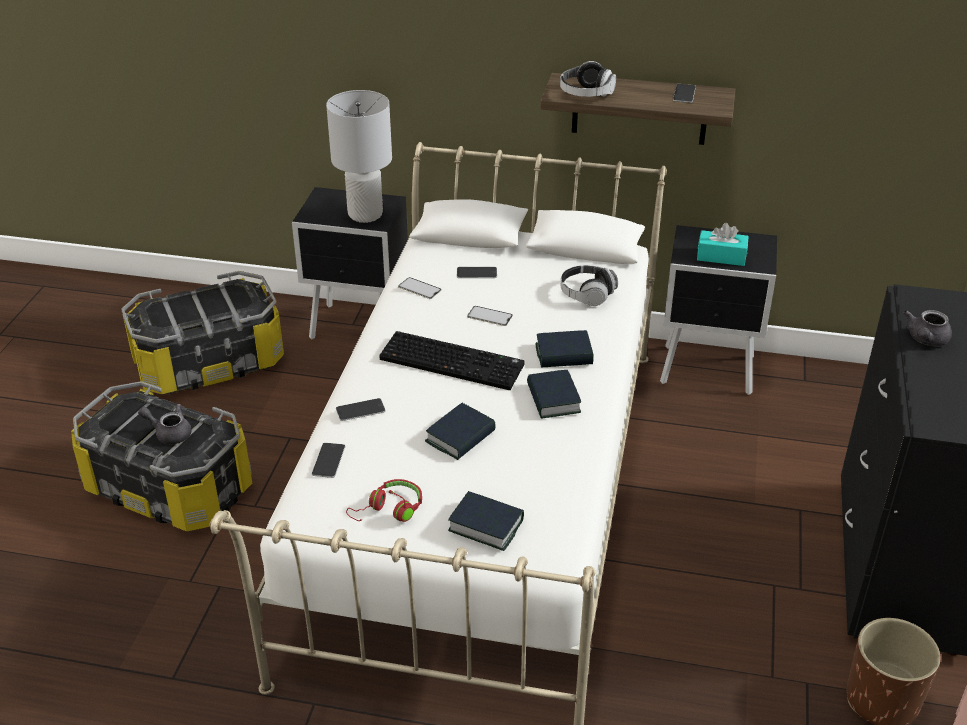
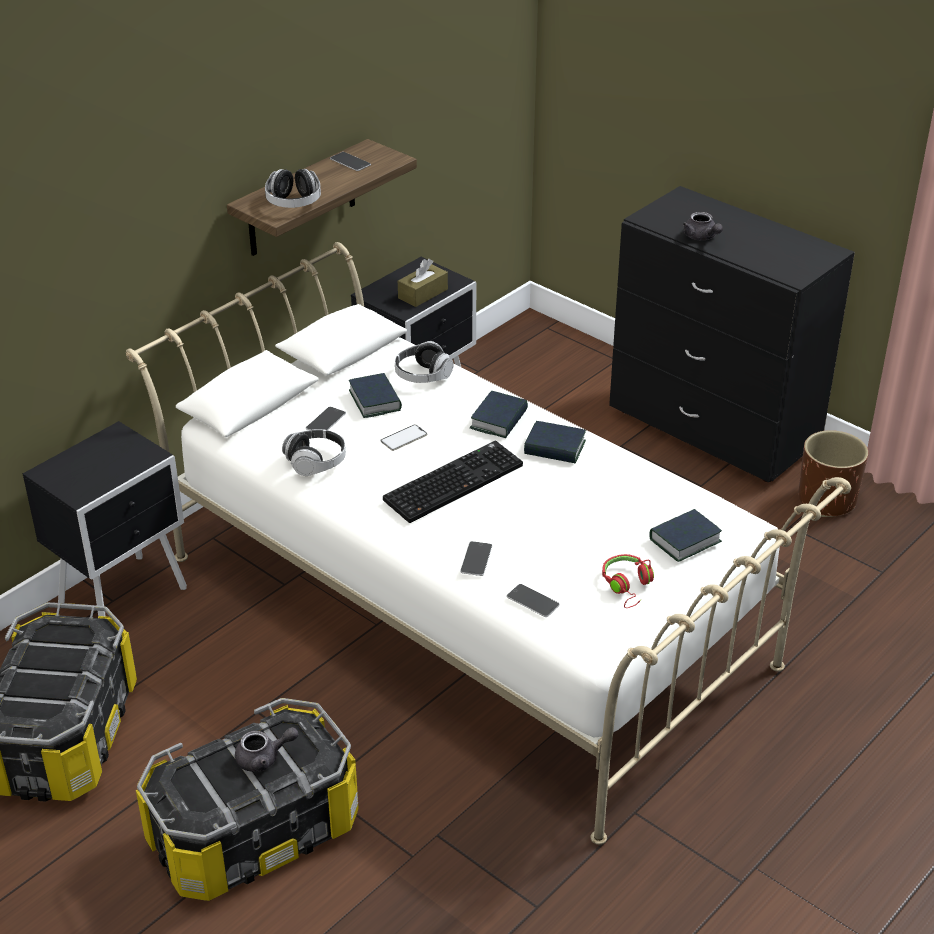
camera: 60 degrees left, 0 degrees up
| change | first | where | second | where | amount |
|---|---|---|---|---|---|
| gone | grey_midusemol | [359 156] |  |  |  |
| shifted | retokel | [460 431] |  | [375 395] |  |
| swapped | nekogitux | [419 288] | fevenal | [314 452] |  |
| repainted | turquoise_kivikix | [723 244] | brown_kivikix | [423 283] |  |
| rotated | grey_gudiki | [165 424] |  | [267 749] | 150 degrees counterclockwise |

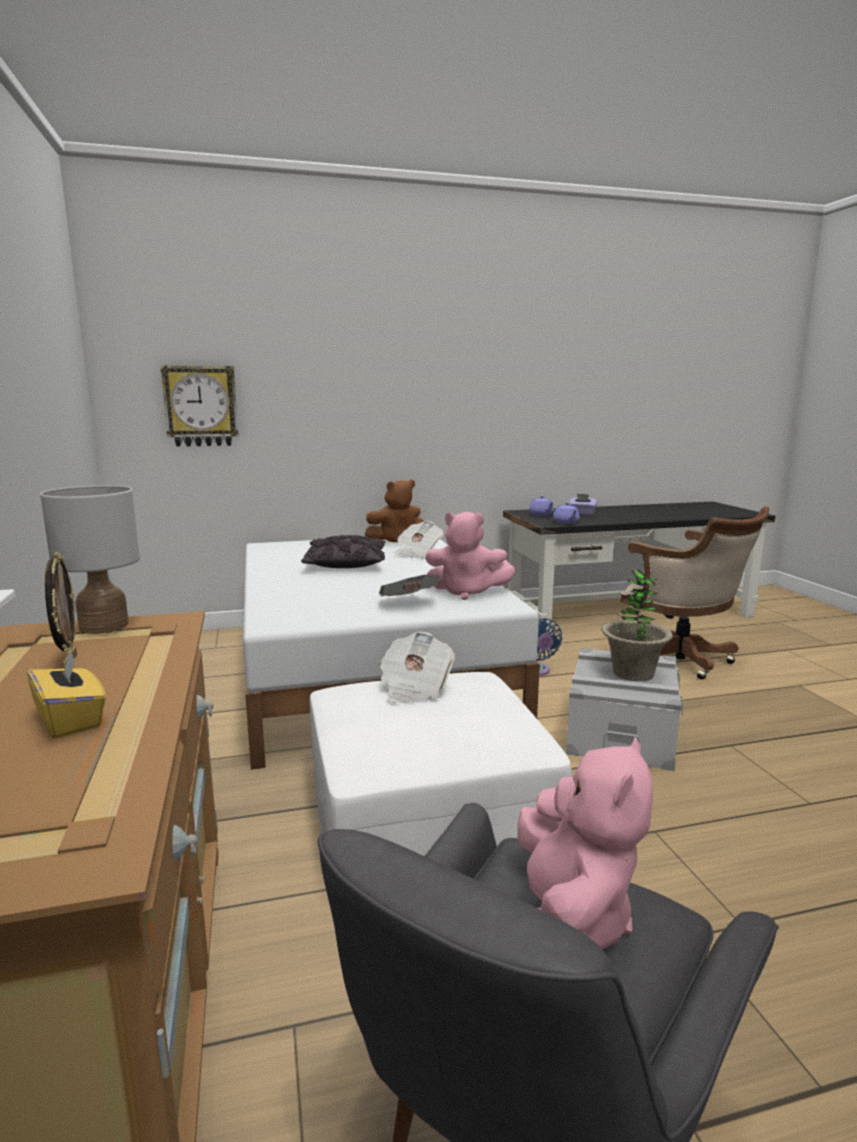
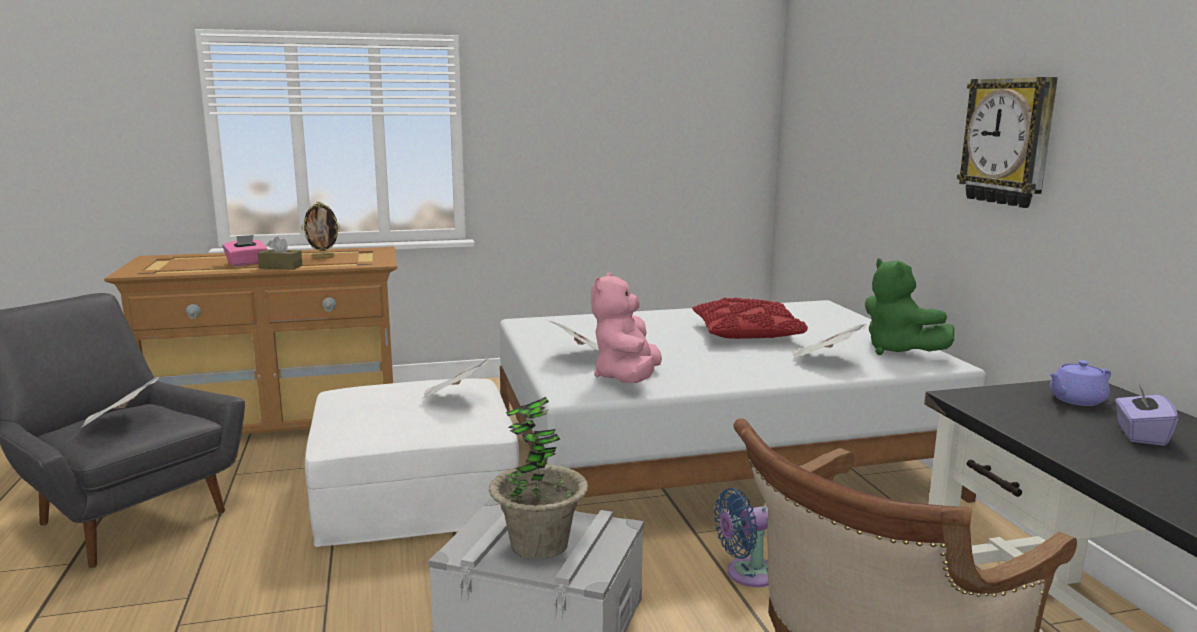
camera: 90 degrees right, 0 degrees up
| change | first | where | second | where | amount |
|---|---|---|---|---|---|
| gone | grey_midusemol | [90 559] |  |  |  |
| gone | purple_gudiki | [566 513] |  |  |  |
| new |  |  | brown_kivikix | [280 253] |  |
| shifted | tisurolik | [200 406] |  | [1007 142] |  |
| swapped | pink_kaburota | [585 843] | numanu | [120 401] |  |
| repainted | yellow_kivikix | [66 694] | pink_kivikix | [245 250] |  |
| repainted | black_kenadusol | [343 551] | red_kenadusol | [750 318] |  |
| repainted | brown_kaburota | [394 511] | green_kaburota | [909 307] |  |

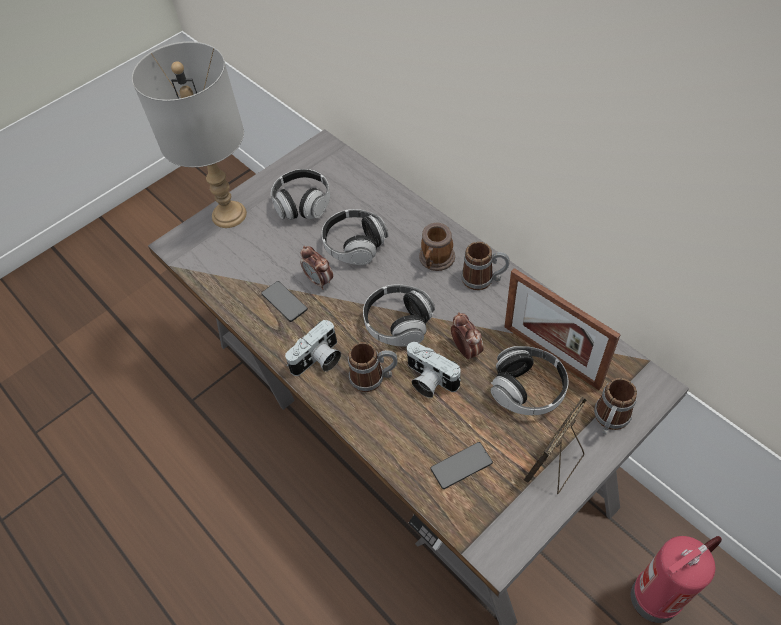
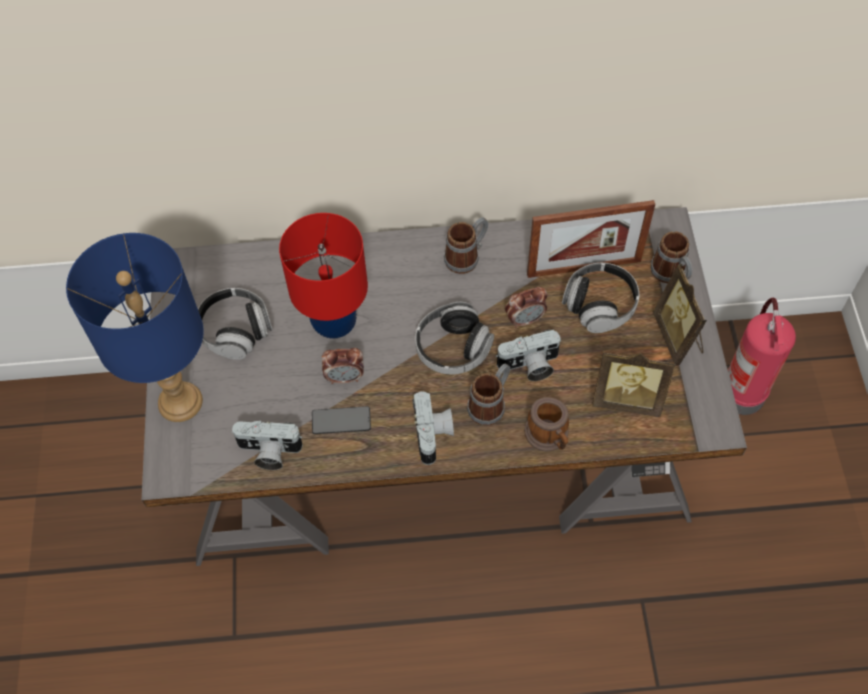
camera: 55 degrees left, 5 degrees up
| change | first | where | second | where | amount |
|---|---|---|---|---|---|
| new |  |  | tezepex | [267 445] |  |
| shifted | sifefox | [437 247] |  | [546 424] |  |
| swapped | fevenal | [355 237] | red_midusemol | [323 276] |  |
| swapped | nekogitux | [461 465] | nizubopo | [634 384] |  |
| repainted | grey_midusemol | [189 134] | blue_midusemol | [135 327] |  |
| rotated | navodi | [467 336] |  | [526 307] | 150 degrees clockwise |

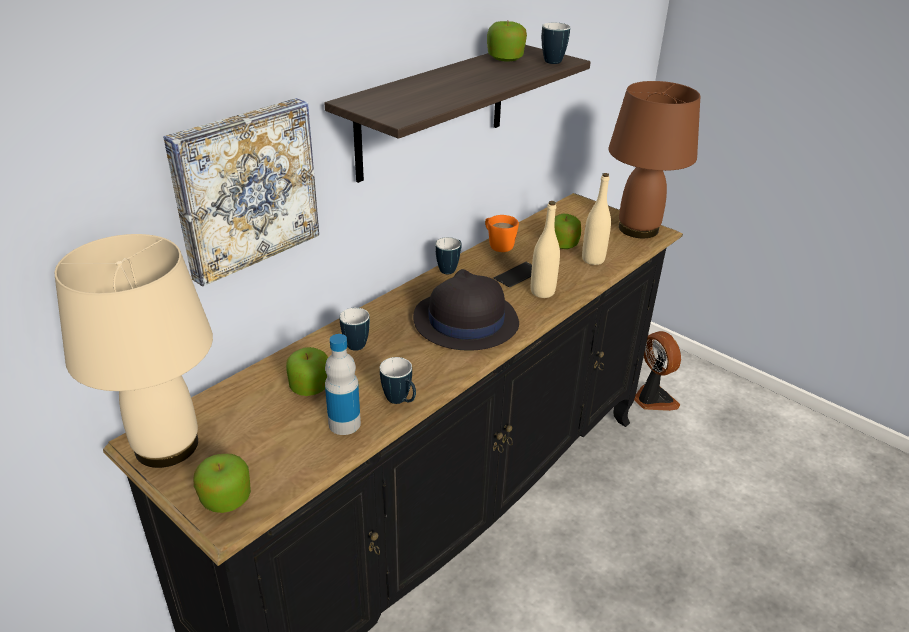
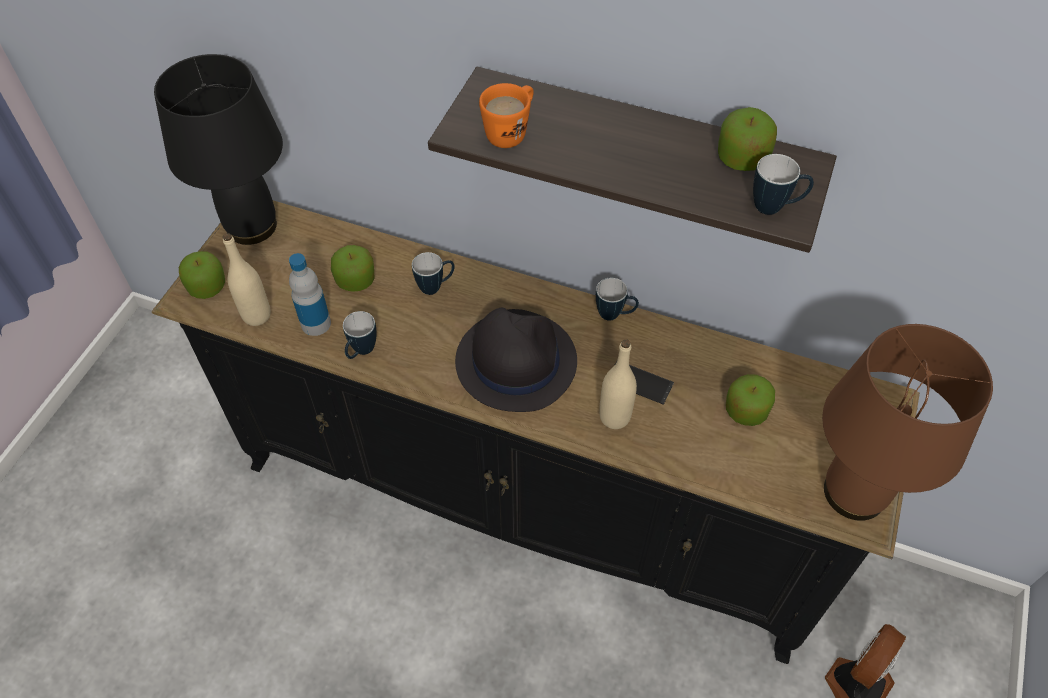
camera: 70 degrees right, 20 degrees up
| change | first | where | second | where | amount |
|---|---|---|---|---|---|
| gone | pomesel | [241 192] |  |  |  |
| shifted | orange_sifefox | [502 233] |  | [506 115] |  |
| shifted | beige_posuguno | [596 219] |  | [247 279] |  |
| repainted | beige_midusemol | [134 351] | black_midusemol | [218 149] |  |

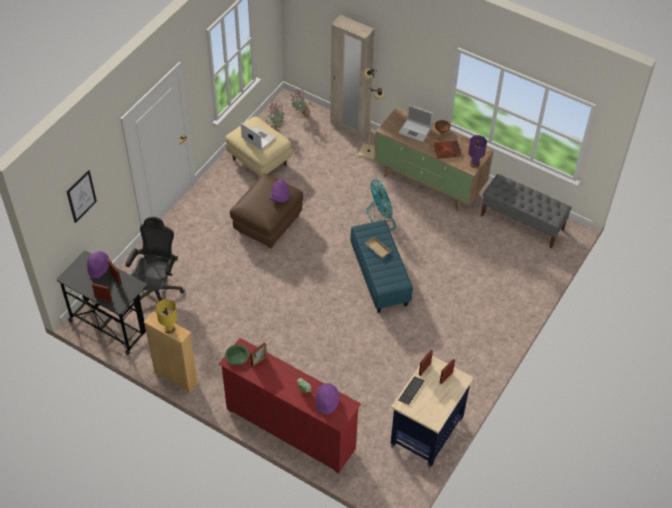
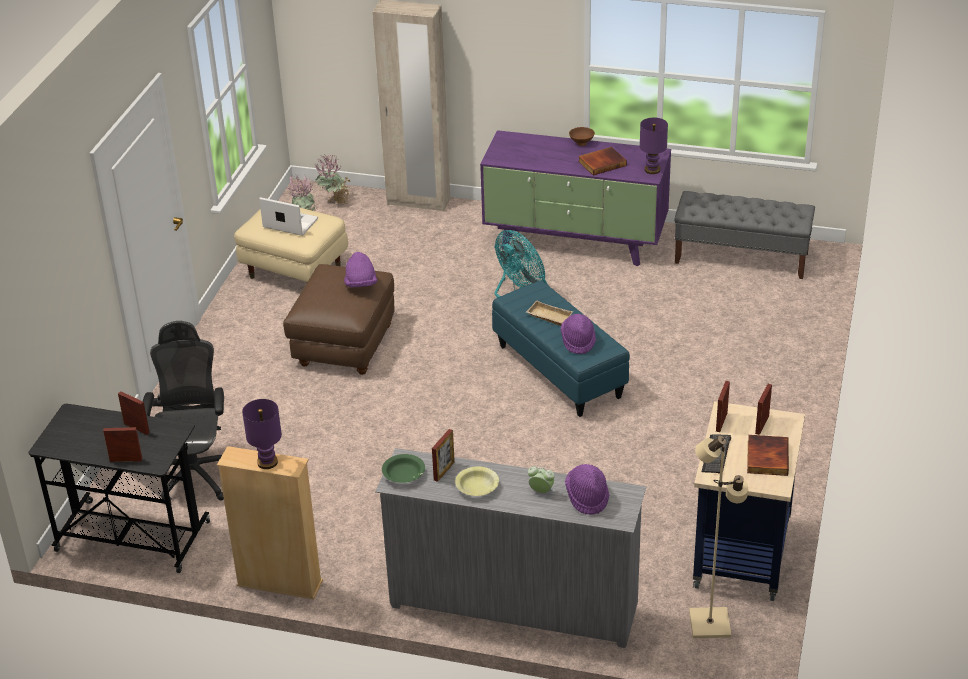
camera: 15 degrees left, 15 degrees down
| change | first | where | second | where | amount |
|---|---|---|---|---|---|
| gone | pomesel | [81 196] |  |  |  |
| gone | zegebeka | [415 123] |  |  |  |
| new |  |  | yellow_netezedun | [477 481] |  |
| new |  |  | retokel | [768 455] |  |
| shifted | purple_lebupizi | [98 265] |  | [578 334] |  |
| shifted | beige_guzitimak | [371 114] |  | [719 537] |  |
| repainted | yellow_midusemol | [166 316] | purple_midusemol | [262 434] |  |
| repainted | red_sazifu | [290 405] | grey_sazifu | [510 548] |  |
| repainted | green_sazifu | [434 159] | purple_sazifu | [575 198] |  |

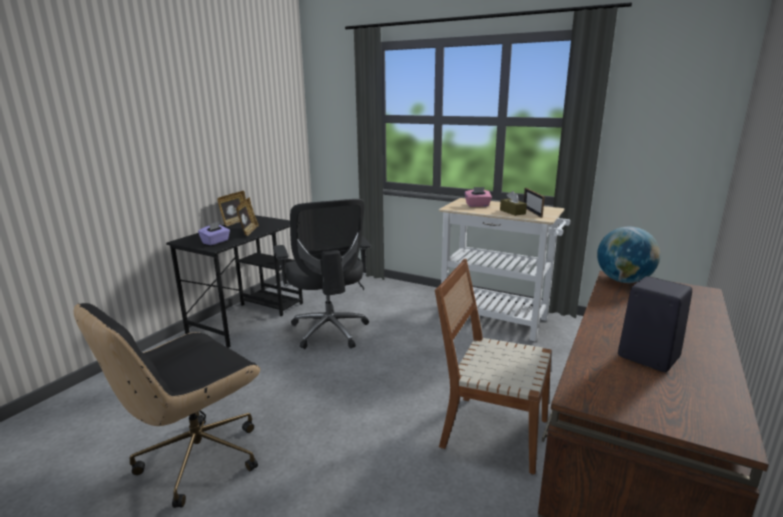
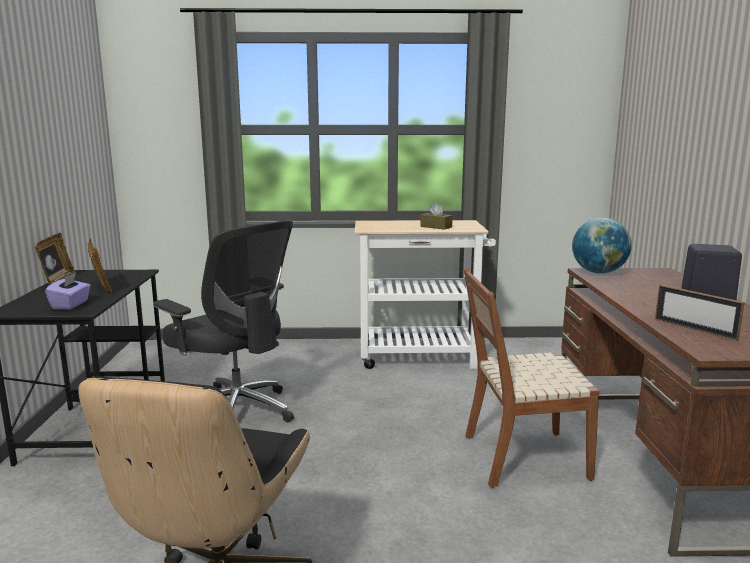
camera: 30 degrees left, 5 degrees down
| change | first | where | second | where | amount |
|---|---|---|---|---|---|
| gone | pink_kivikix | [478 197] |  |  |  |
| shifted | nizubopo | [534 203] |  | [700 313] |  |

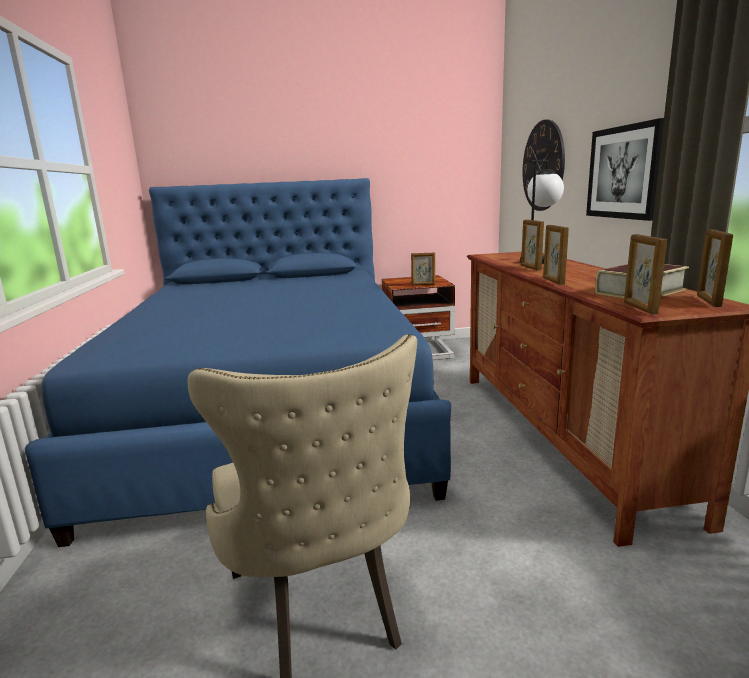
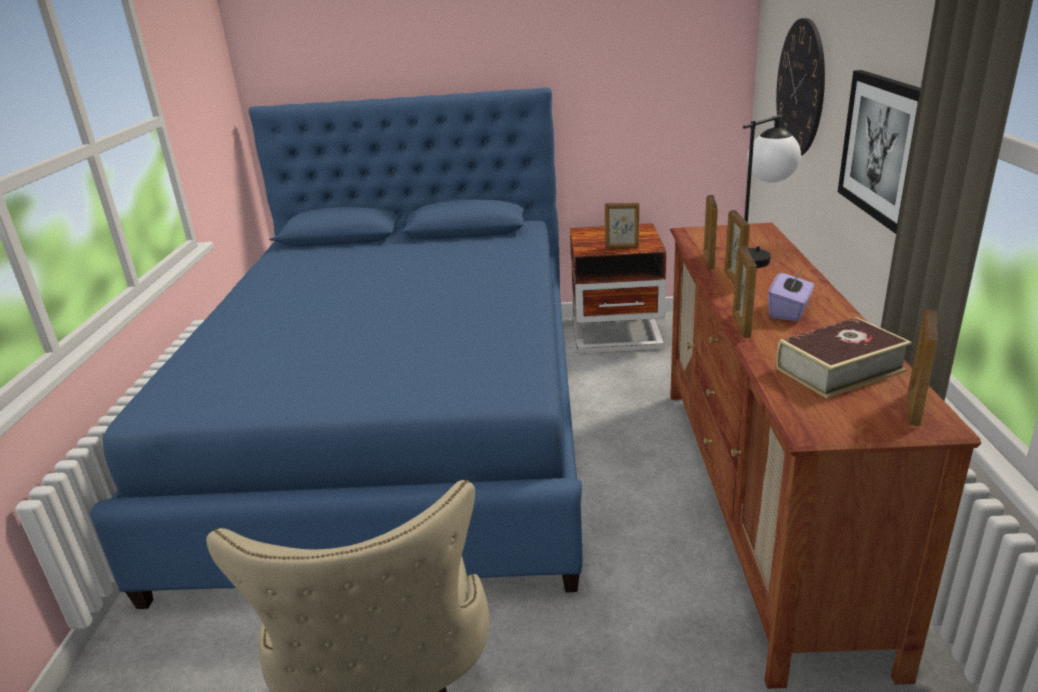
camera: 10 degrees right, 10 degrees up
| change | first | where | second | where | amount |
|---|---|---|---|---|---|
| new |  |  | purple_kivikix | [791 295] |  |
| shifted | nizubopo | [645 274] |  | [710 232] |  |

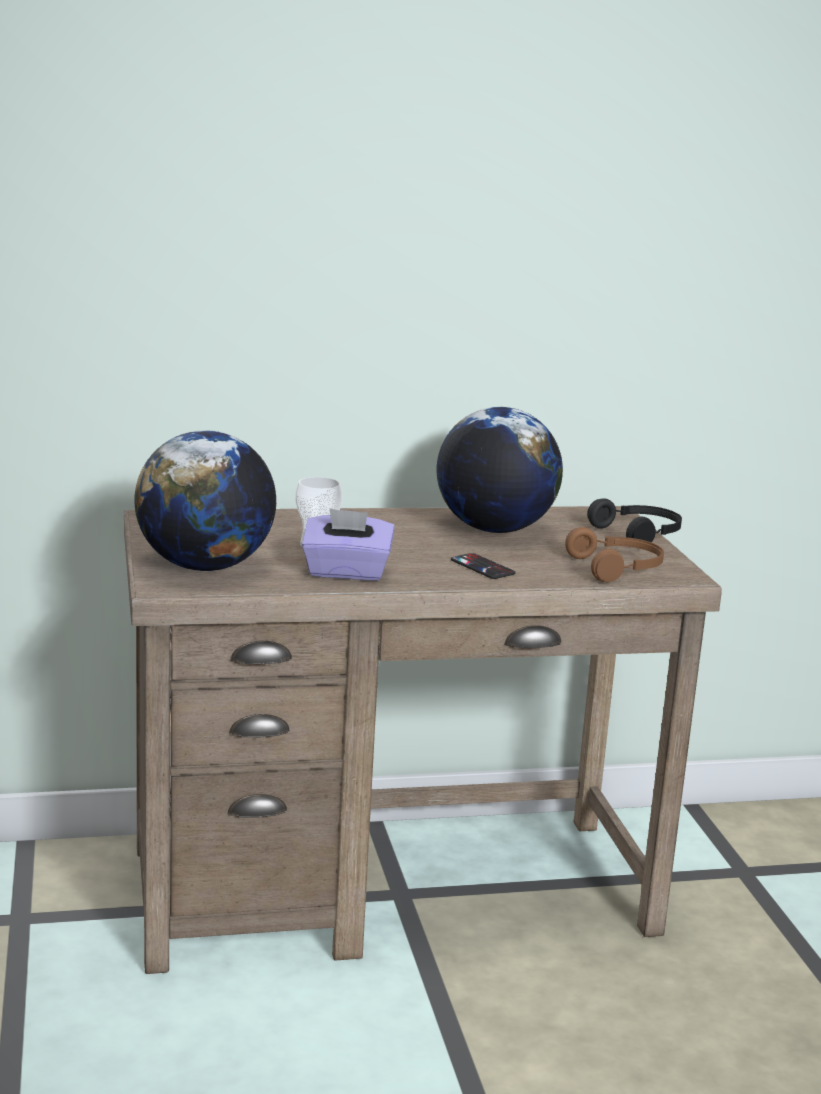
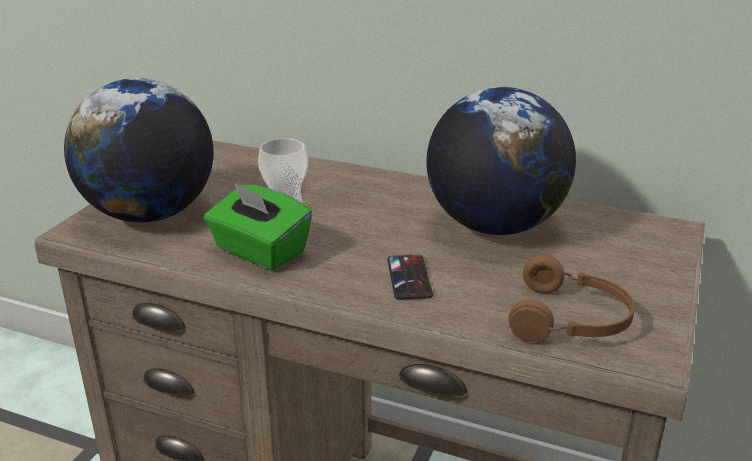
camera: 35 degrees right, 10 degrees up
| change | first | where | second | where | amount |
|---|---|---|---|---|---|
| gone | black_fevenal | [634 520] |  |  |  |
| repainted | purple_kivikix | [348 544] | green_kivikix | [258 226] |  |

